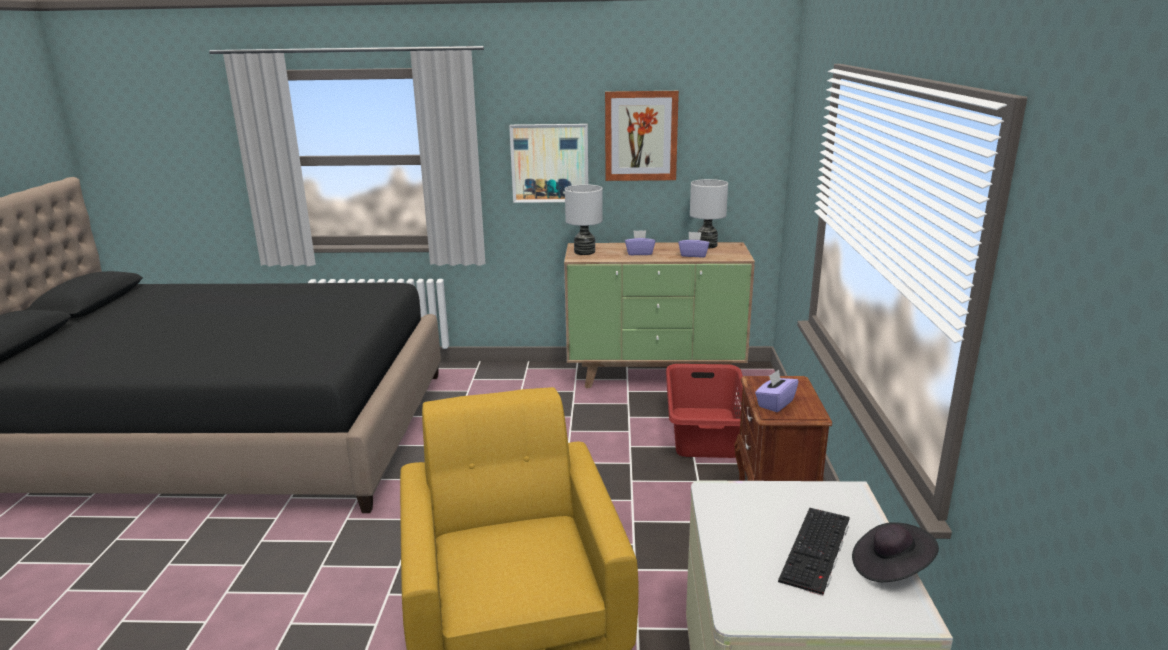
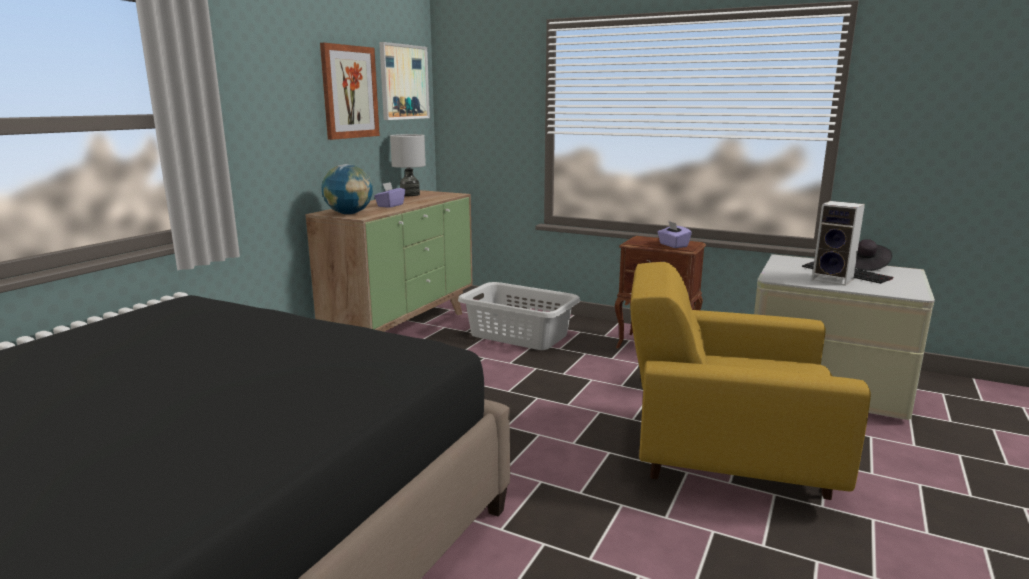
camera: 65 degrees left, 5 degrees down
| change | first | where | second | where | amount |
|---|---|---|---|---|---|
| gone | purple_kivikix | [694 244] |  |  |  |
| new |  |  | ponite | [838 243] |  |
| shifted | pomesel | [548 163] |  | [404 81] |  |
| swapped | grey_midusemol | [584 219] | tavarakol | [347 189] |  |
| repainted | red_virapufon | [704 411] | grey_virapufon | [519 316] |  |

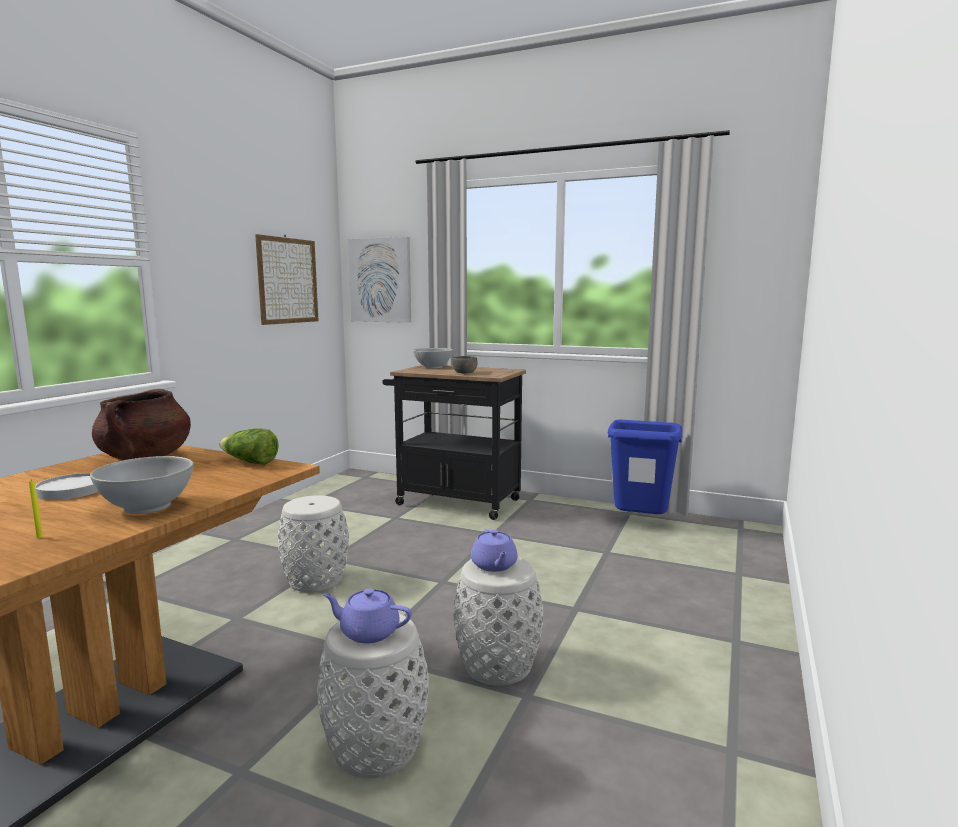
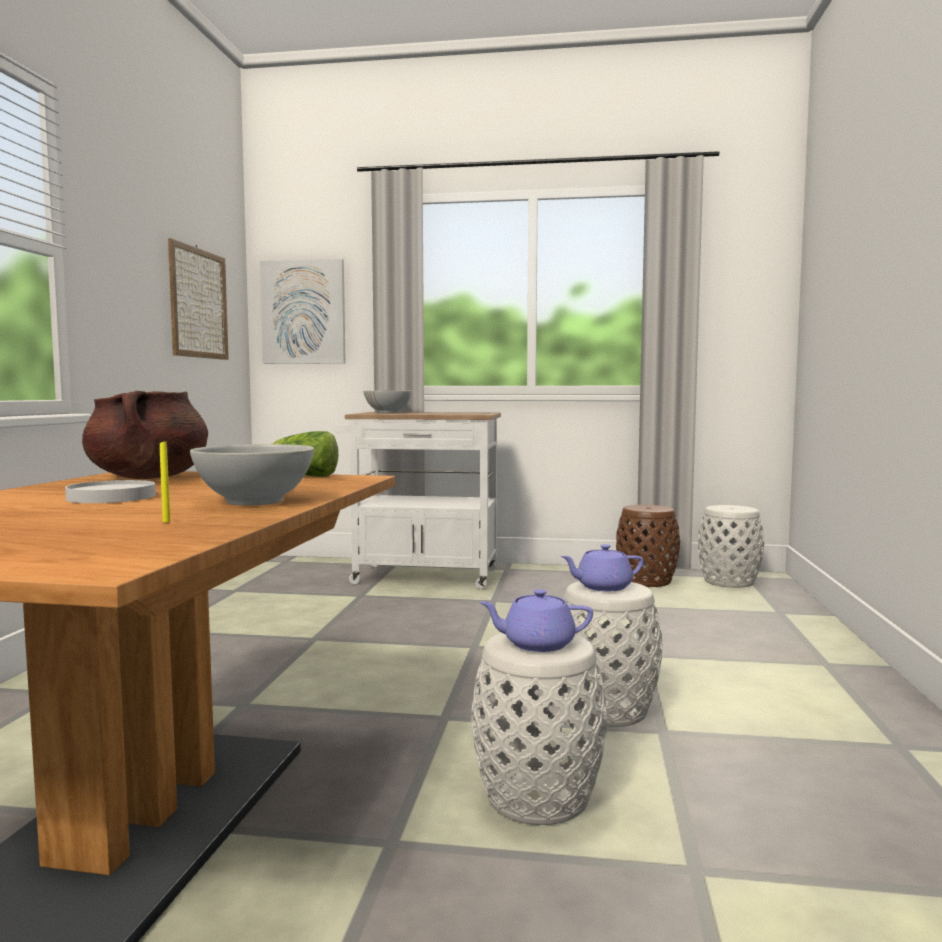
camera: 15 degrees left, 5 degrees down
| change | first | where | second | where | amount |
|---|---|---|---|---|---|
| gone | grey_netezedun | [464 365] |  |  |  |
| shifted | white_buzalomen | [313 543] |  | [731 546] |  |
| swapped | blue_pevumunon | [645 467] | brown_buzalomen | [648 546] |  |
| repainted | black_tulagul | [454 442] | white_tulagul | [417 500] |  |
| rotated | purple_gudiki | [494 550] |  | [602 567] | 105 degrees clockwise |

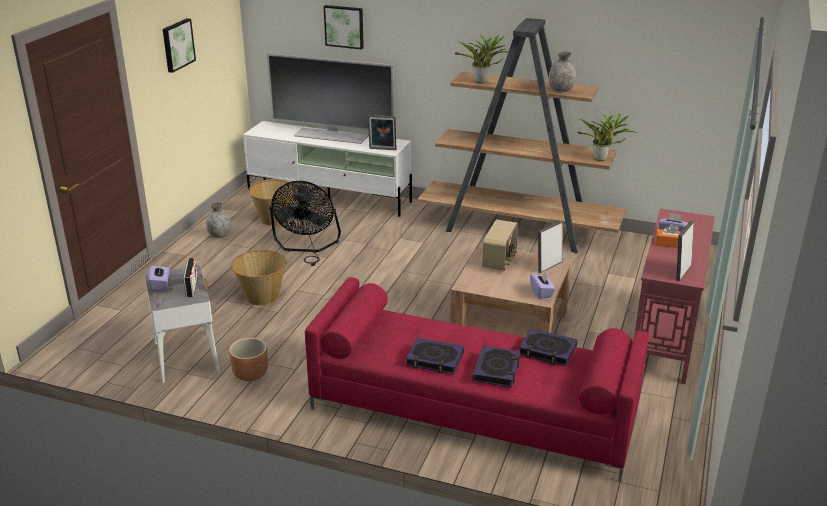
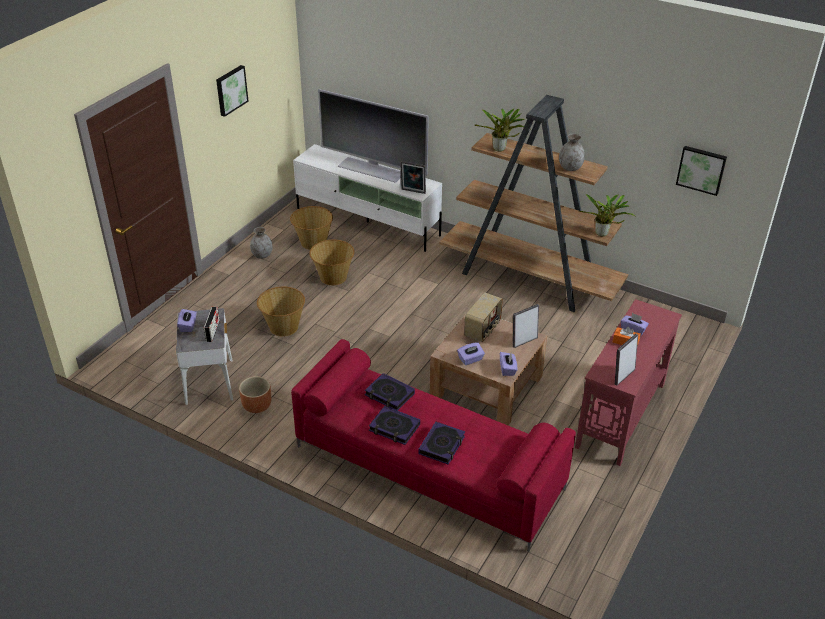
camera: 10 degrees right, 10 degrees up
| change | first | where | second | where | amount |
|---|---|---|---|---|---|
| new |  |  | purple_kivikix | [471 354] |  |
| shifted | pomesel | [344 27] |  | [701 171] |  |
| shifted | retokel | [548 347] |  | [390 392] |  |
| swapped | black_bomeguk | [305 223] | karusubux | [332 262] |  |

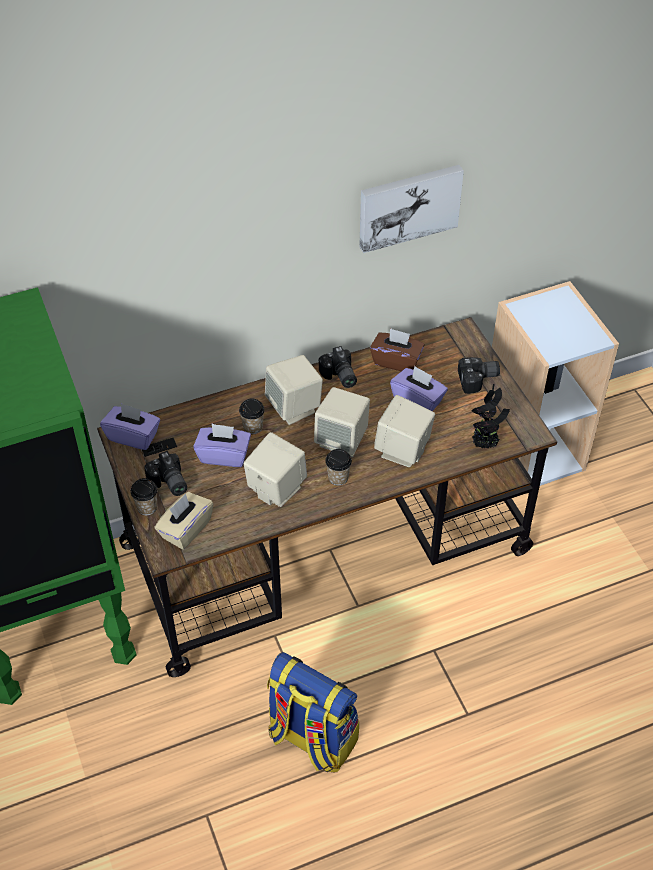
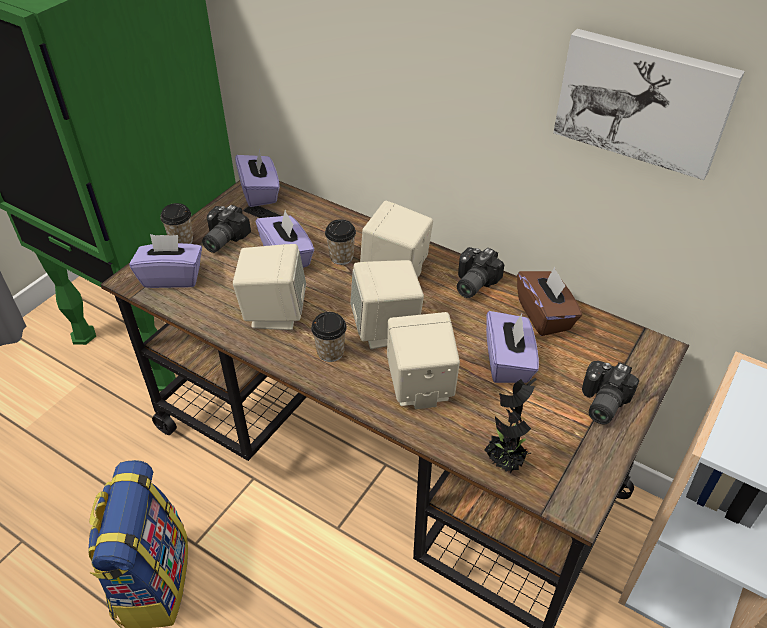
camera: 55 degrees right, 5 degrees down
| change | first | where | second | where | amount |
|---|---|---|---|---|---|
| repainted | beige_kivikix | [183 520] | purple_kivikix | [165 261] |  |
| rotated | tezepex | [479 375] |  | [610 393] | 75 degrees clockwise |

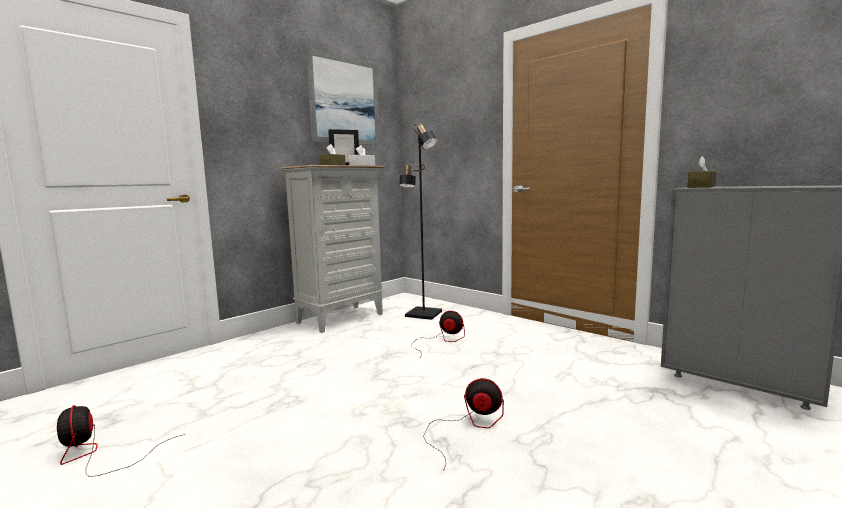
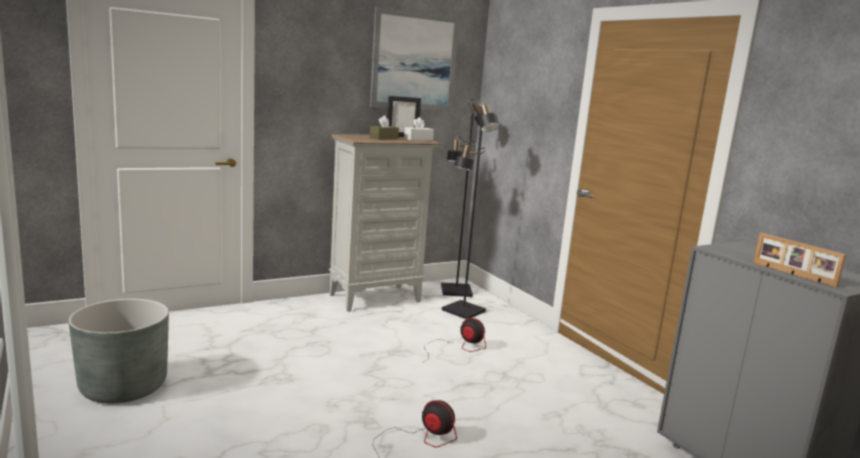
camera: 15 degrees right, 5 degrees up
| change | first | where | second | where | amount |
|---|---|---|---|---|---|
| gone | brown_kivikix | [702 172] |  |  |  |
| new |  |  | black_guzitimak | [461 198] |  |
| new |  |  | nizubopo | [799 260] |  |
| swapped | bomeguk | [121 441] | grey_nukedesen | [119 350] |  |

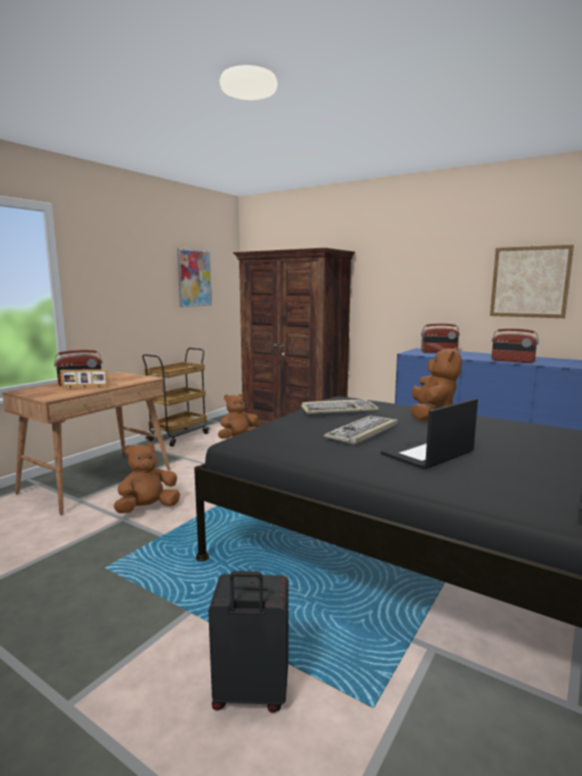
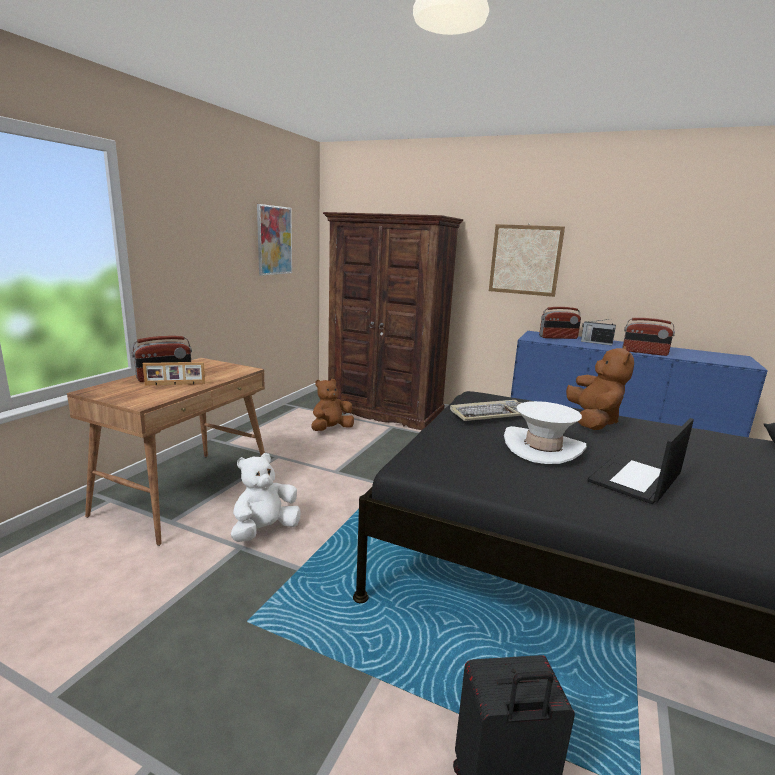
camera: 10 degrees left, 5 degrees up
| change | first | where | second | where | amount |
|---|---|---|---|---|---|
| gone | brown_tulagul | [176 397] |  |  |  |
| new |  |  | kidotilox | [598 332] |  |
| shifted | pomesel | [532 281] |  | [527 260] |  |
| swapped | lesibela | [361 430] | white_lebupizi | [545 432] |  |
| repainted | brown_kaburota | [146 478] | white_kaburota | [266 497] |  |

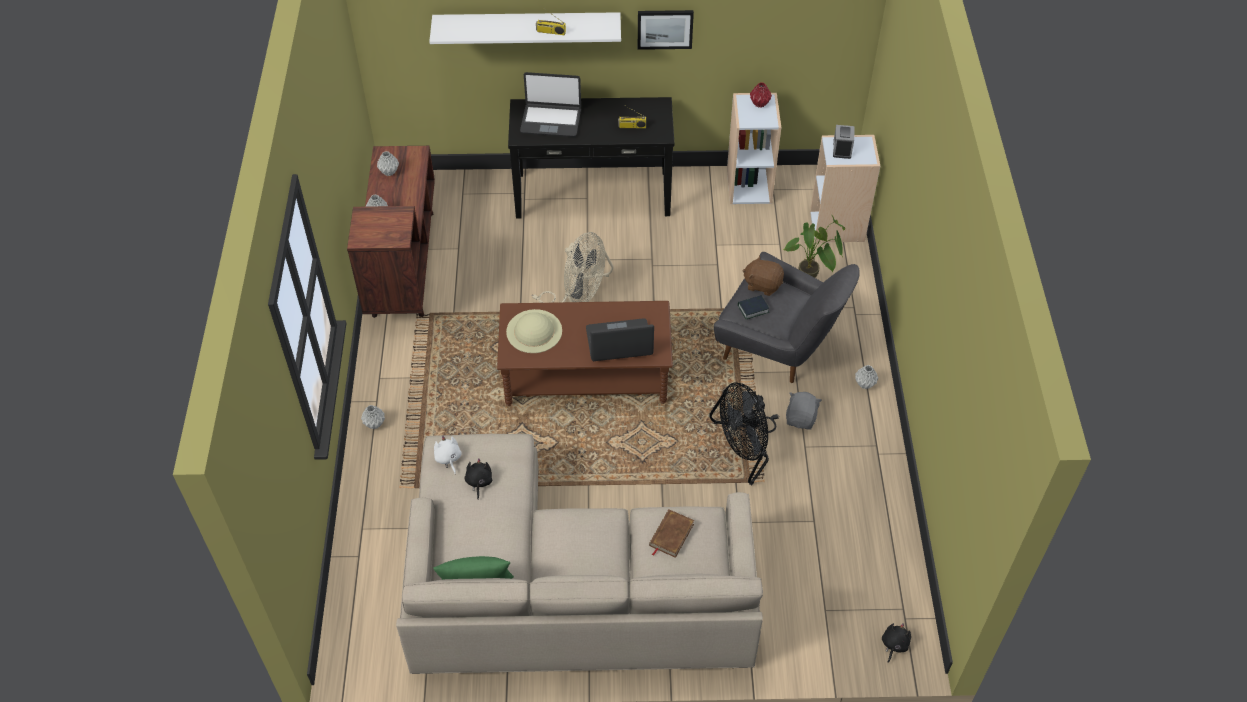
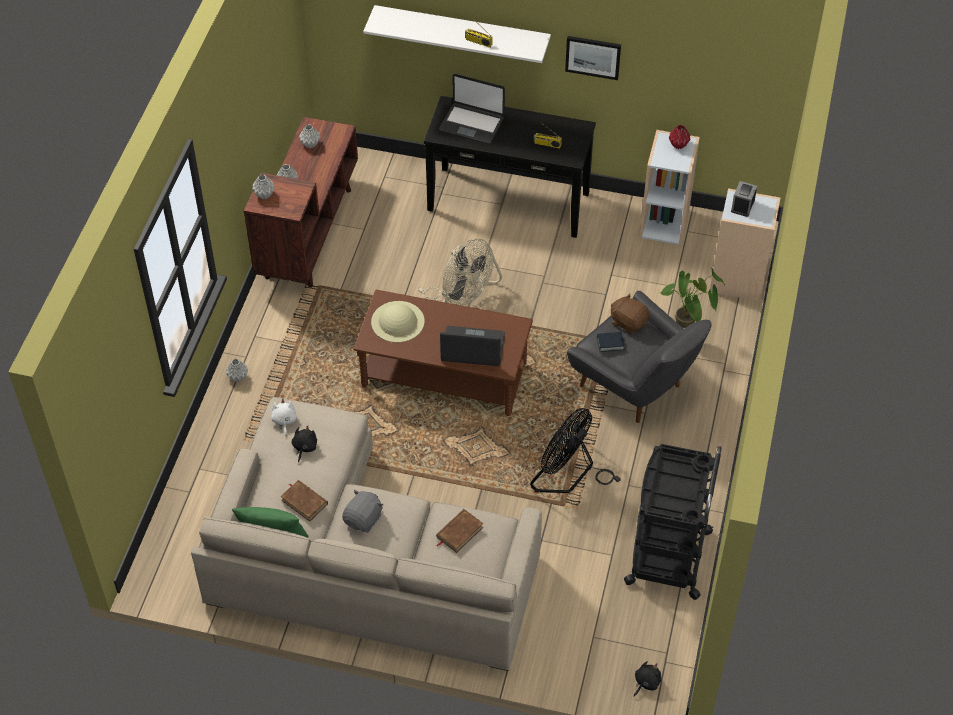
camera: 15 degrees right, 0 degrees up
| change | first | where | second | where | amount |
|---|---|---|---|---|---|
| new |  |  | brown_retokel | [304 501] |  |
| new |  |  | black_tulagul | [673 522] |  |
| shifted | grey_kaburota | [804 411] |  | [362 511] |  |
| shifted | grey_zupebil | [866 377] |  | [263 186] |  |
| rotated | black_bomeguk | [743 433] |  | [575 450] | 45 degrees clockwise |

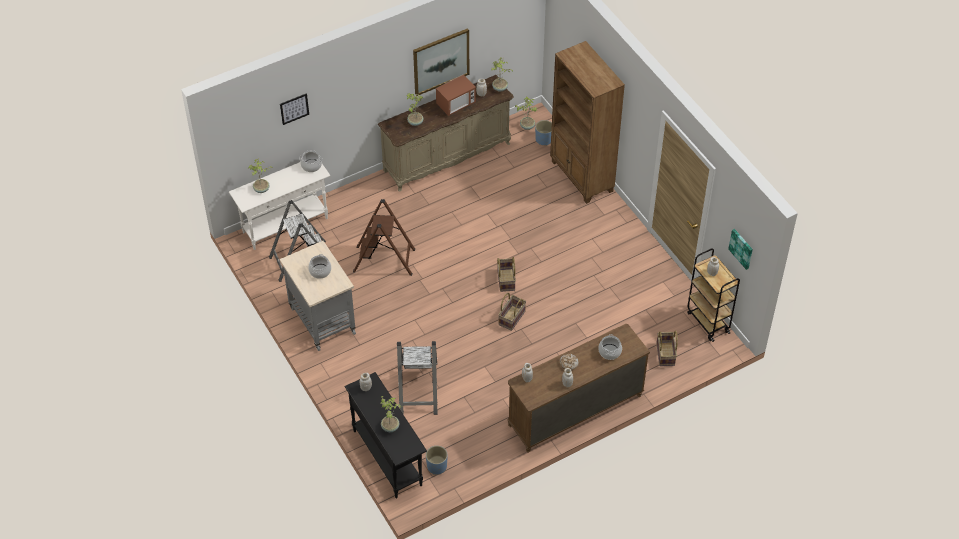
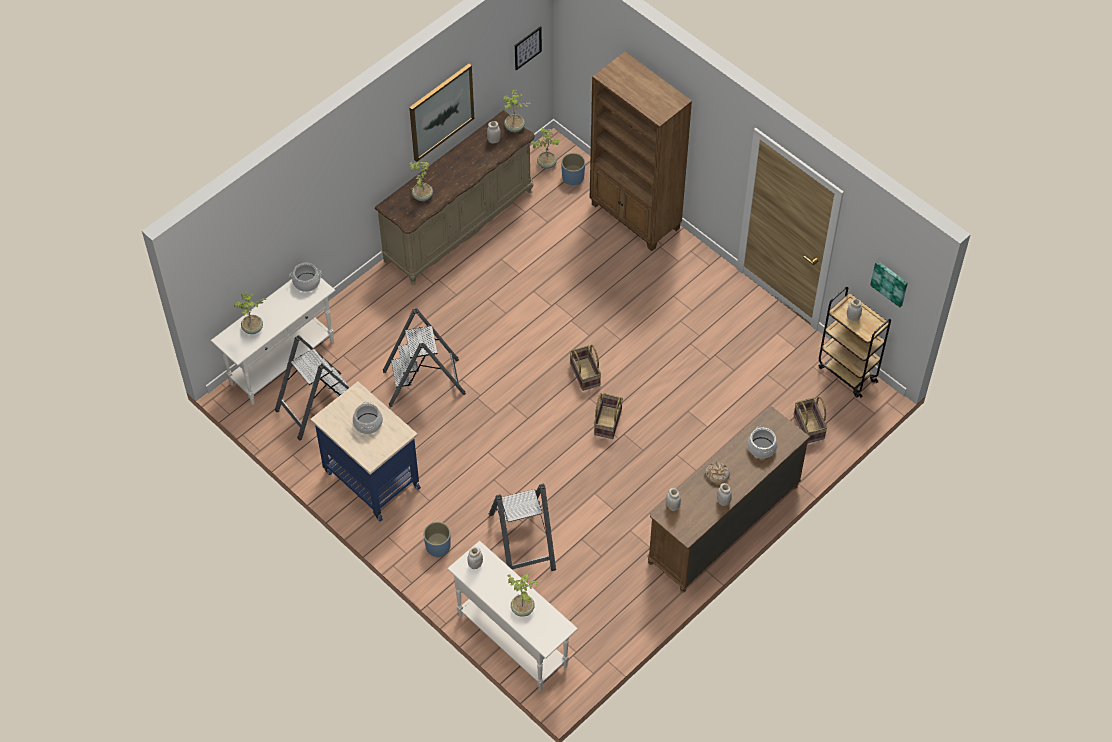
camera: 15 degrees left, 5 degrees up
| change | first | where | second | where | amount |
|---|---|---|---|---|---|
| gone | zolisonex | [456 95] |  |  |  |
| shifted | pomesel | [294 109] |  | [528 48] |  |
| shifted | blue_nukedesen | [437 460] |  | [437 539] |  |
| repainted | grey_tulagul | [318 296] | blue_tulagul | [365 451] |  |
| repainted | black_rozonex | [386 435] | white_rozonex | [512 616] |  |
| repainted | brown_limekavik | [384 237] | grey_limekavik | [424 358] |  |

